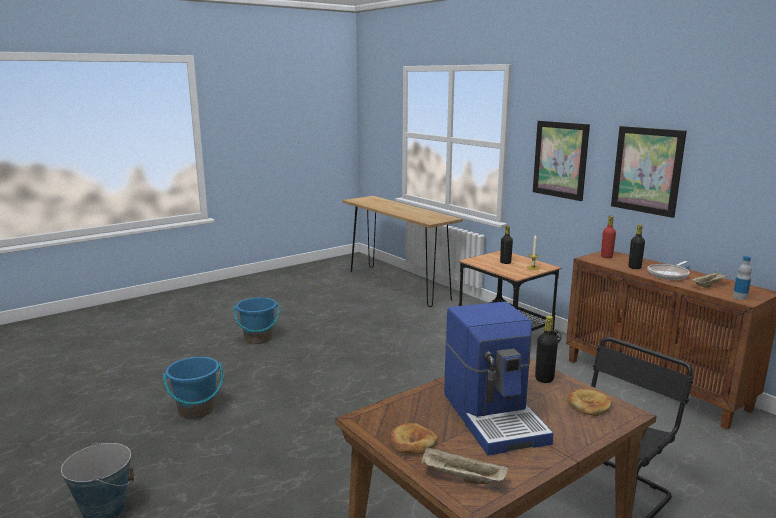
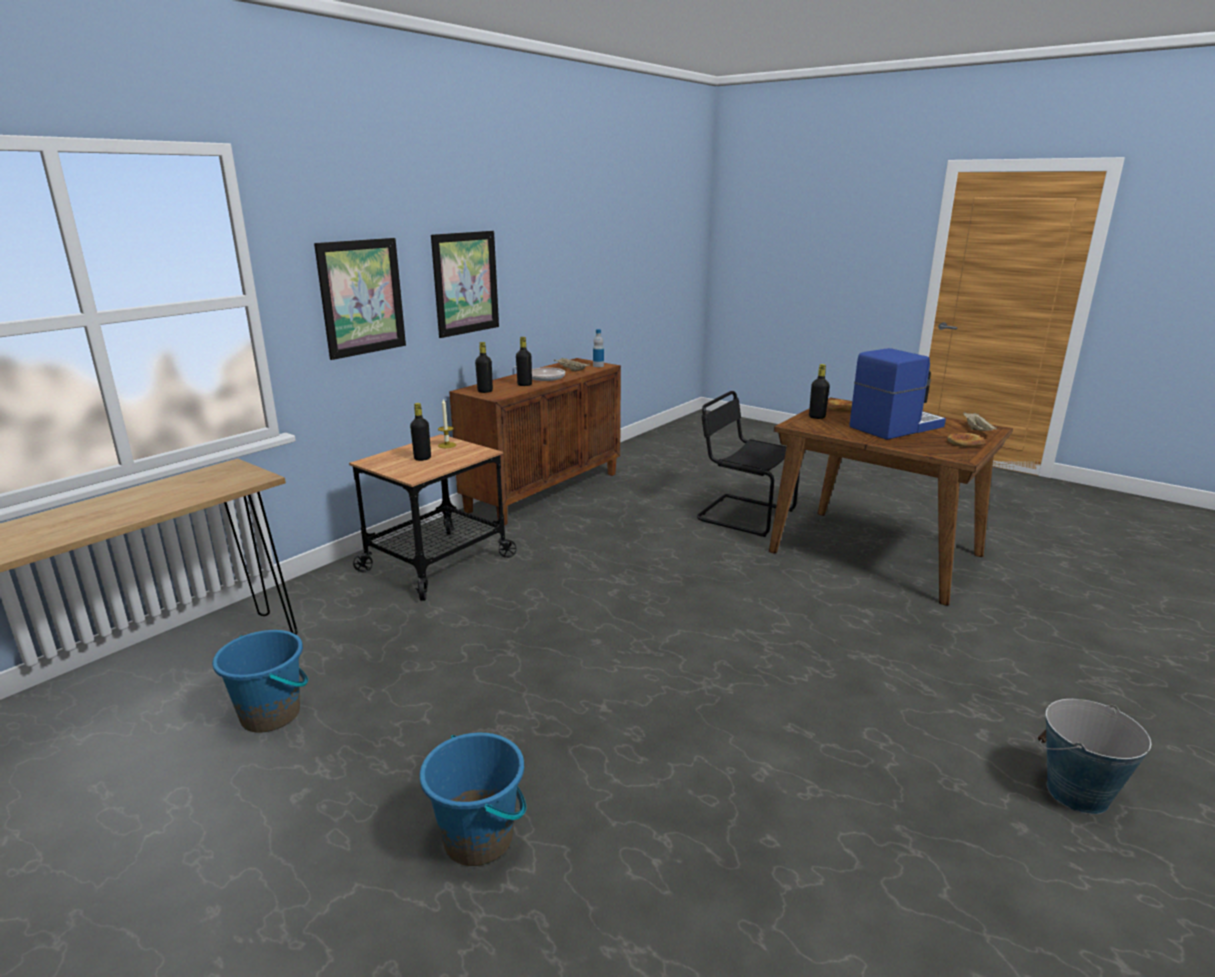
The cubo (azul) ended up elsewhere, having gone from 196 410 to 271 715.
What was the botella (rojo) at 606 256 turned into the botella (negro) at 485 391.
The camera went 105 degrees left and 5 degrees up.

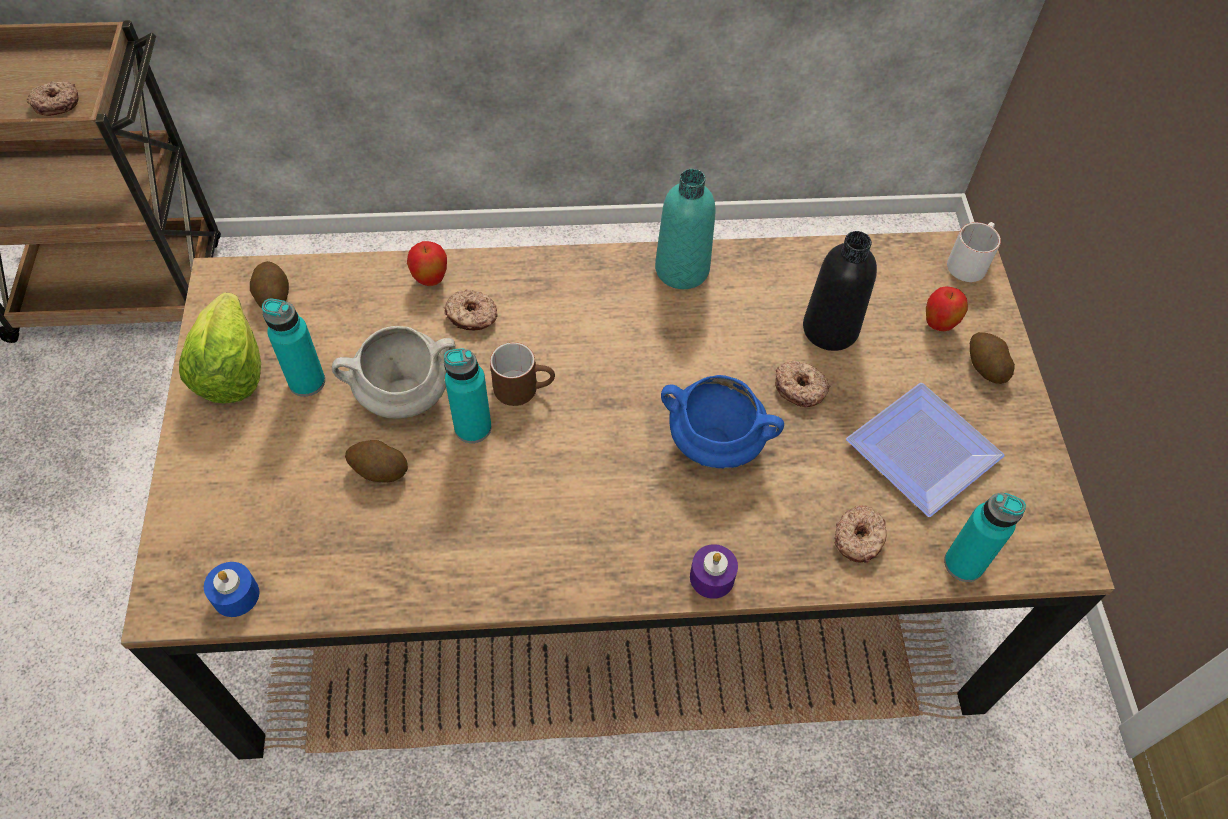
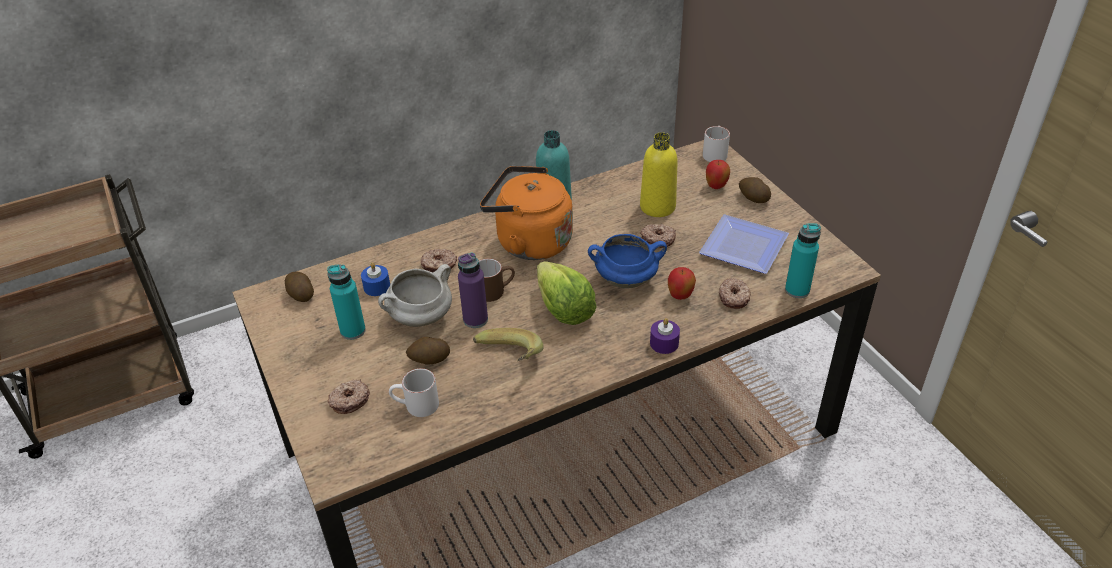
The second view gained the taza grande (blanco) at 415 406.
The second view gained the plátano at 508 360.
The second view gained the hervidor (naranja) at 529 242.
The rosquilla ended up elsewhere, having gone from 56 103 to 349 400.
The lechuga ended up elsewhere, having gone from 231 370 to 563 309.
The vela (azul) ended up elsewhere, having gone from 236 595 to 377 287.
The manzana ended up elsewhere, having gone from 430 280 to 680 296.
What was the botella (turquesa) at 473 427 turned into the botella (morado) at 475 319.
What was the botella (negro) at 830 329 turned into the botella (amarillo) at 657 207.
The camera went 20 degrees left and 15 degrees down.

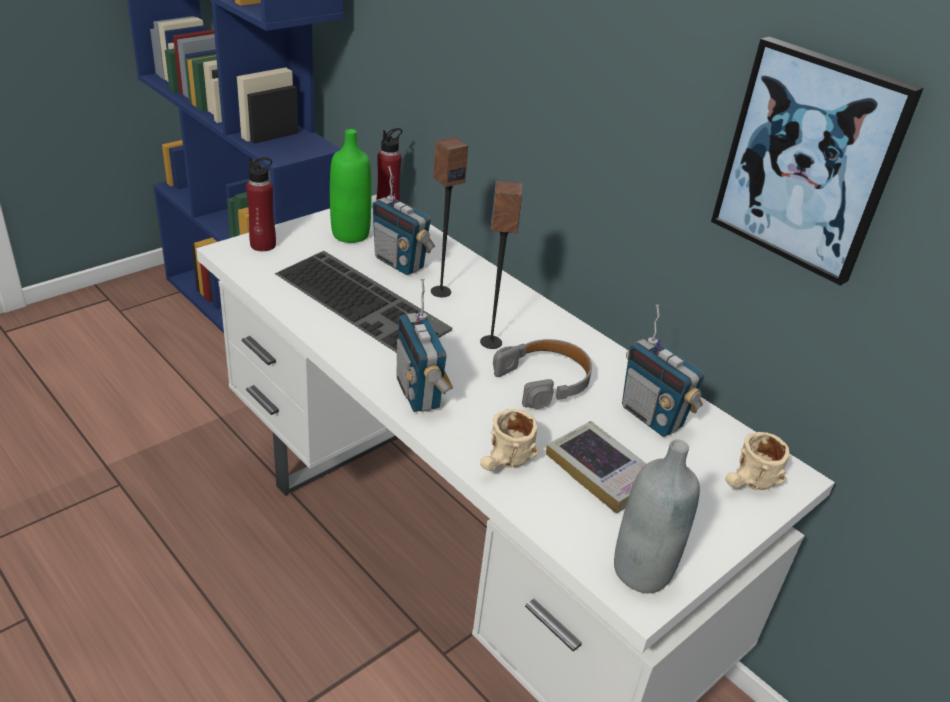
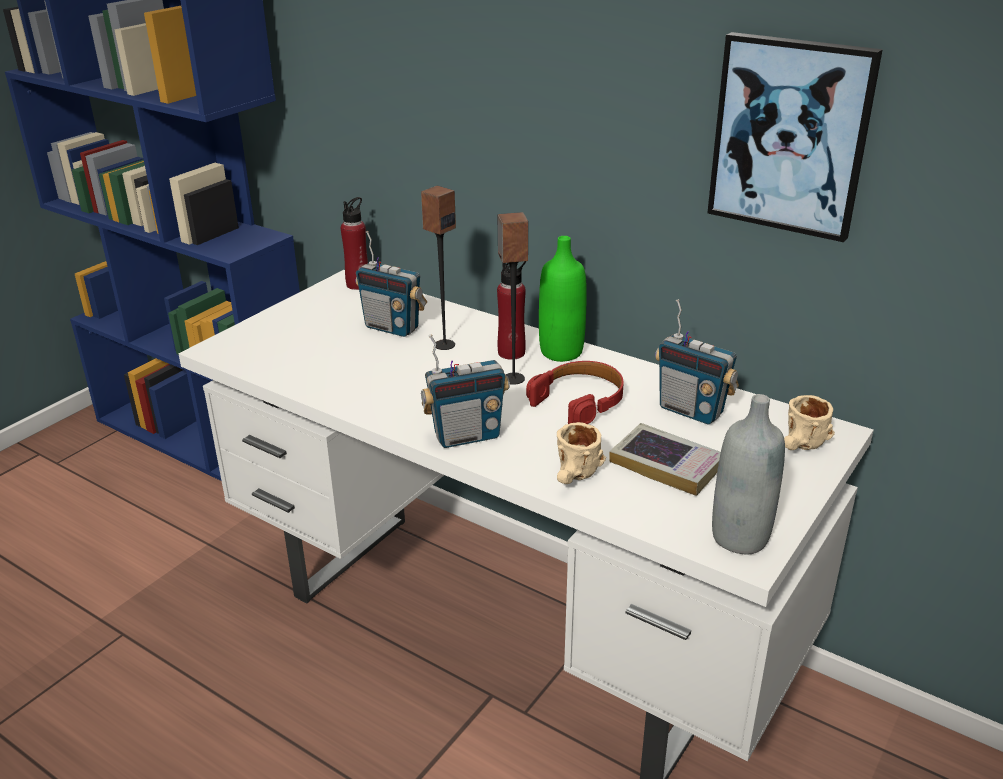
The second view lost the teclado at 364 301.
The botella (rojo) ended up elsewhere, having gone from 263 245 to 511 353.
The botella (verde) ended up elsewhere, having gone from 350 234 to 561 352.
What was the auriculares (gris) at 545 380 turned into the auriculares (rojo) at 579 400.
The radio at 419 393 ended up facing another way, 75 degrees counterclockwise from before.
The camera went 10 degrees left and 5 degrees down.

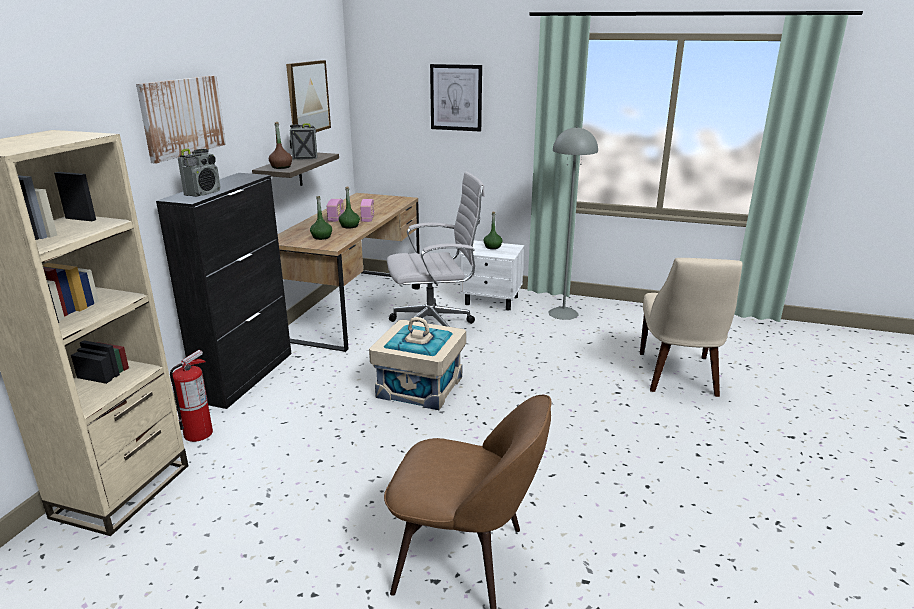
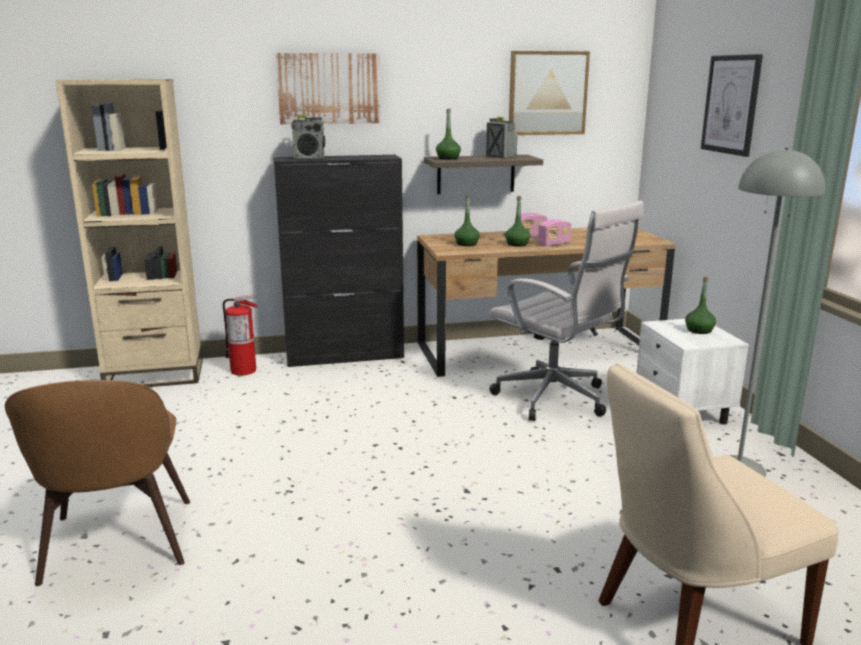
The second view lost the caja de almacenaje (beis) at 420 386.
What was the botella (marrón) at 281 167 turned into the botella (verde) at 448 158.
The camera went 60 degrees right and 5 degrees down.

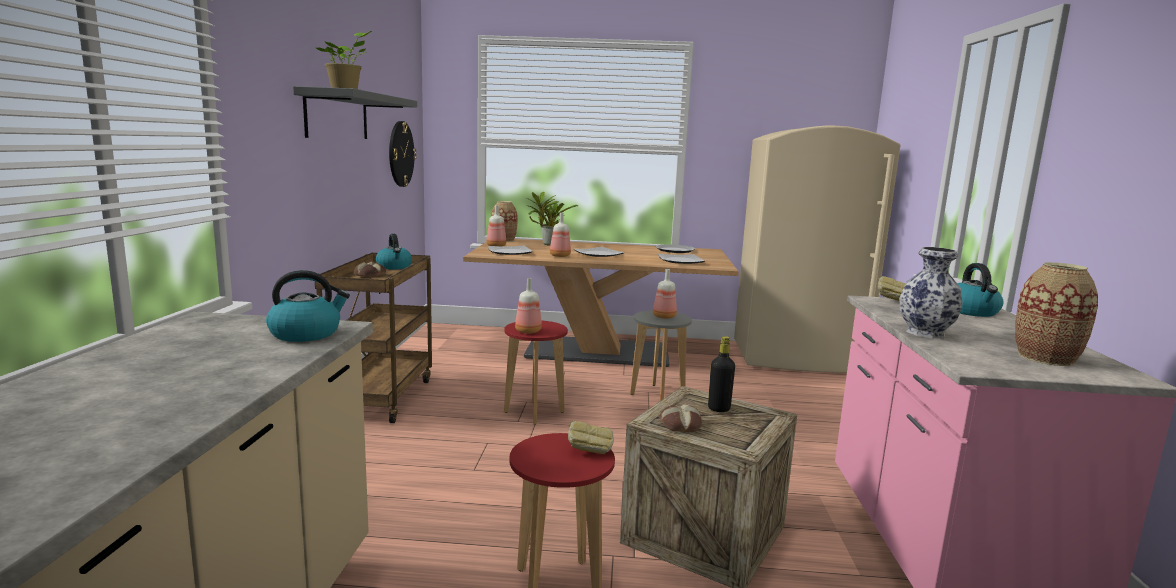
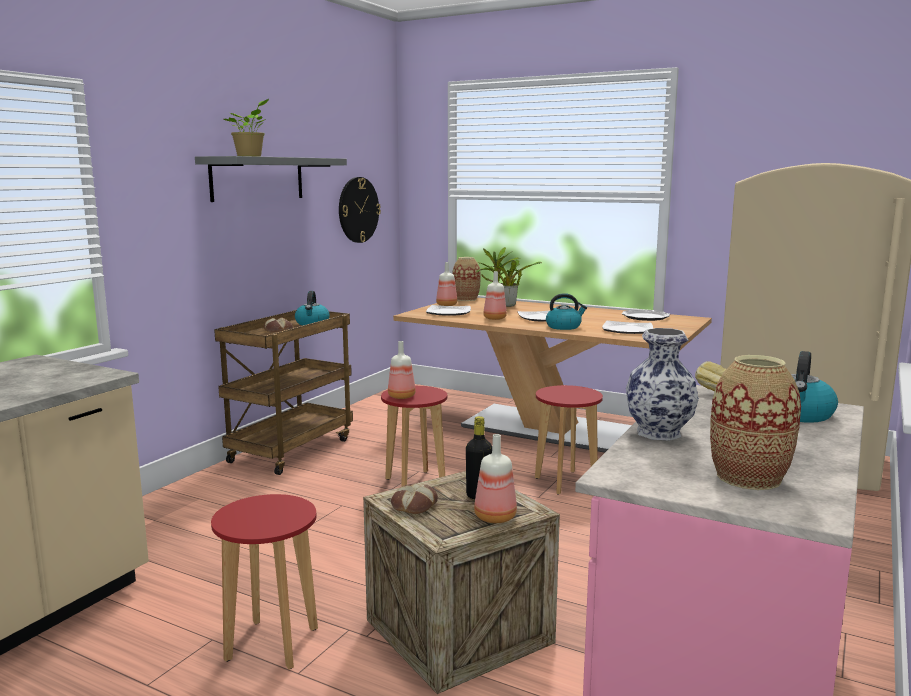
The second view lost the pan at 589 451.
The hervidor ended up elsewhere, having gone from 306 333 to 564 327.
The botella ended up elsewhere, having gone from 663 317 to 493 517.
What was the taburete (gris) at 657 395 turned into the taburete (rojo) at 565 482.
The camera went 25 degrees right and 0 degrees up.

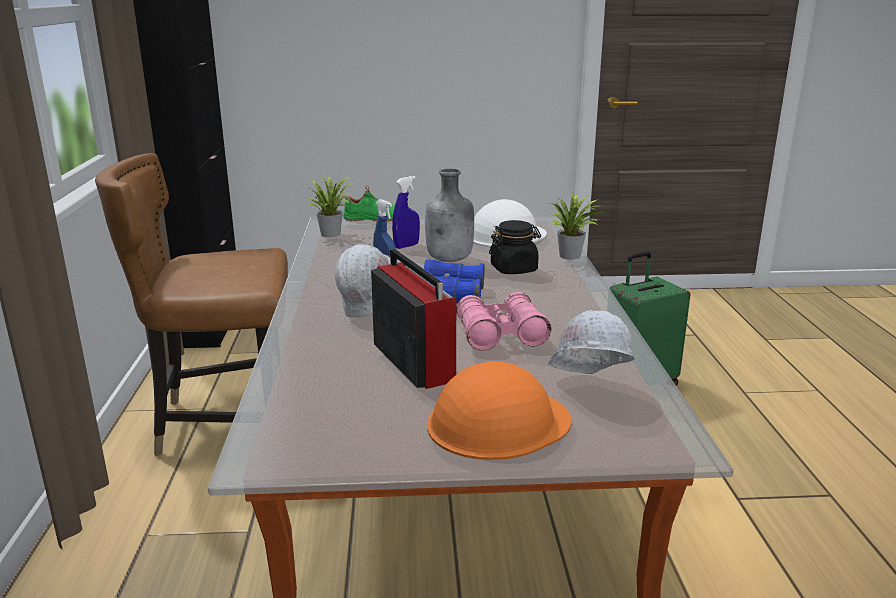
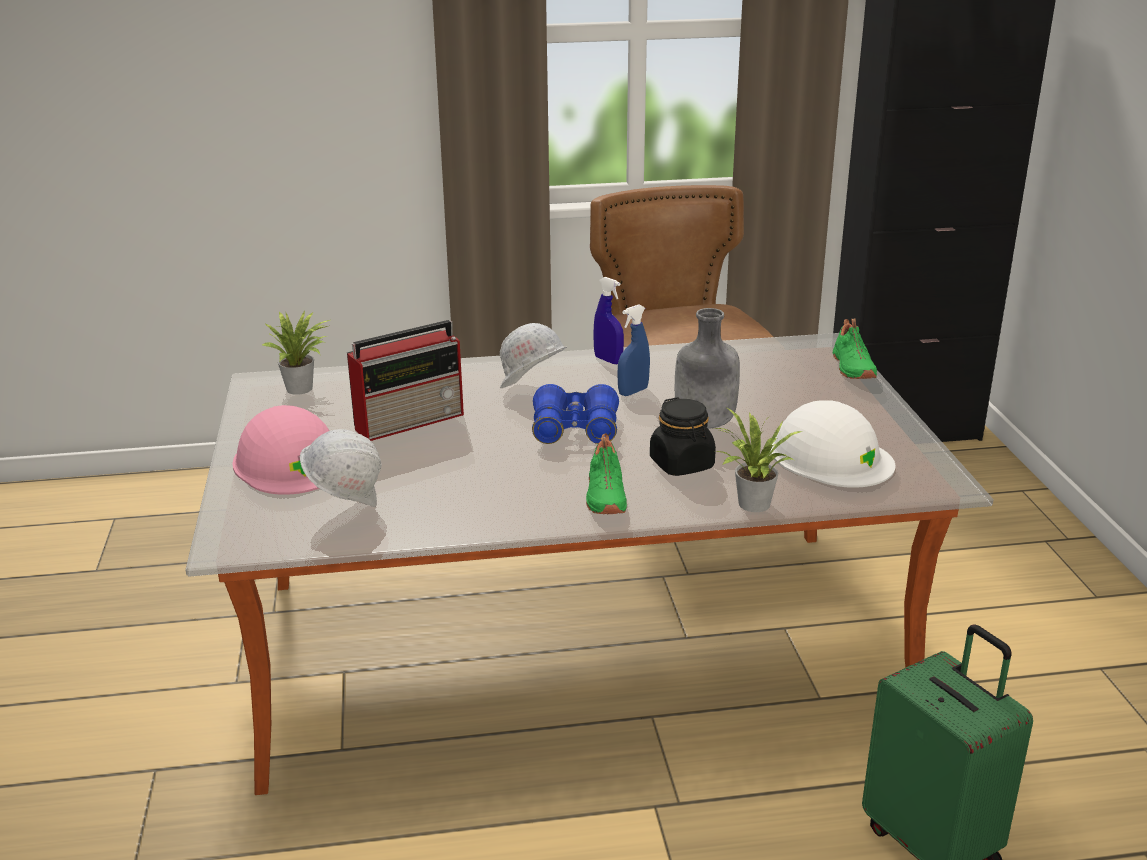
The second view lost the prismáticos (rosa) at 501 335.
The second view gained the zapato (verde) at 604 496.
The planta en maceta ended up elsewhere, having gone from 331 233 to 303 389.
The pulverizador (azul) ended up elsewhere, having gone from 406 246 to 608 360.
What was the casco (naranja) at 497 422 turned into the casco (rosa) at 289 462.
The camera went 85 degrees right and 5 degrees up.

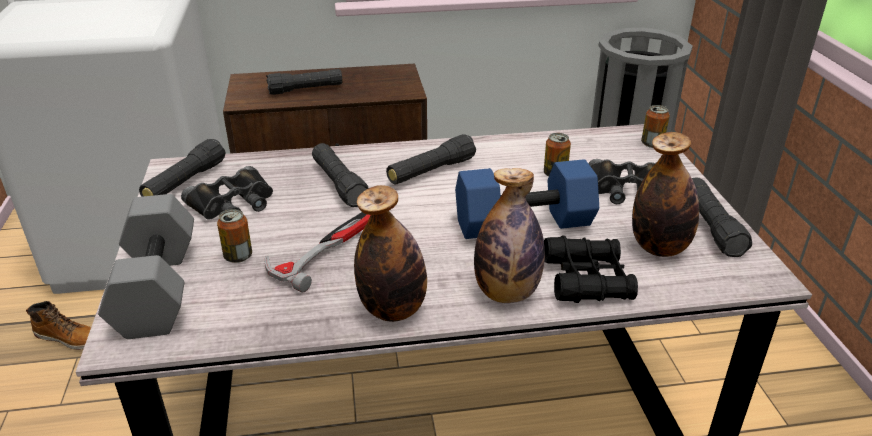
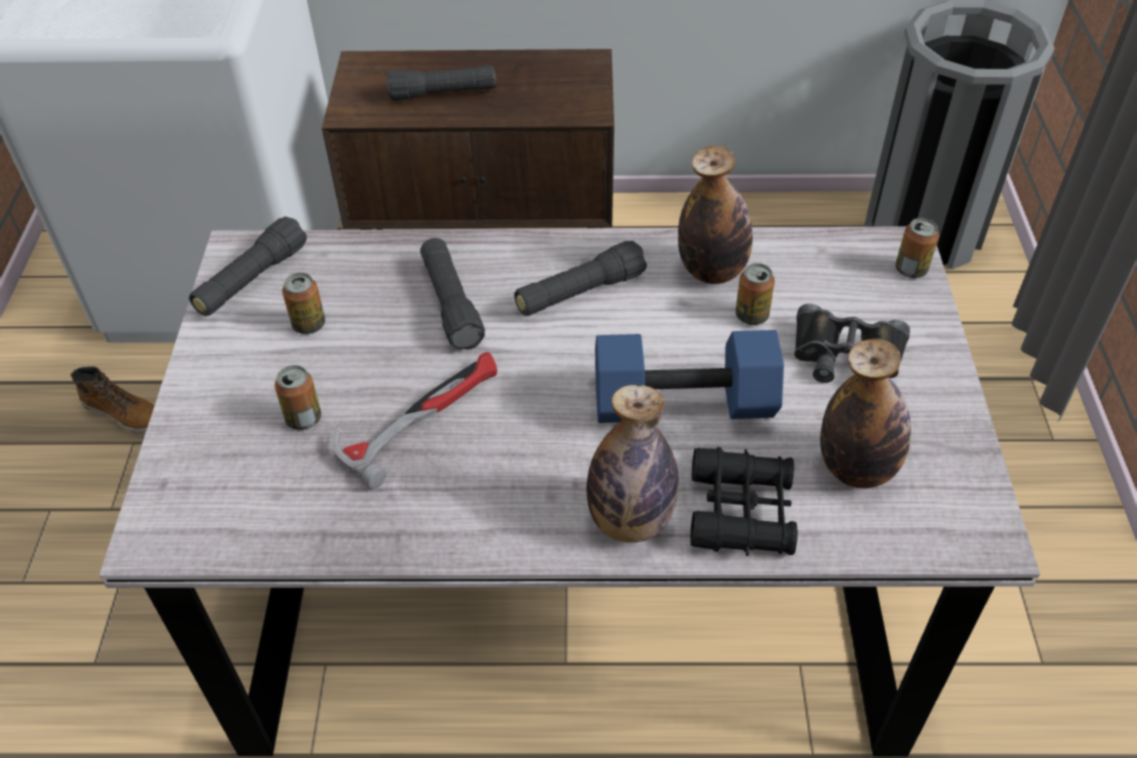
The second view lost the mancuerna (gris) at 155 288.
The second view lost the linterna (negro) at 711 226.
The botella ended up elsewhere, having gone from 393 309 to 712 271.
Where the prismáticos (negro) stood at 233 203, the lata came to stand at 309 324.
The camera went 10 degrees right and 15 degrees up.

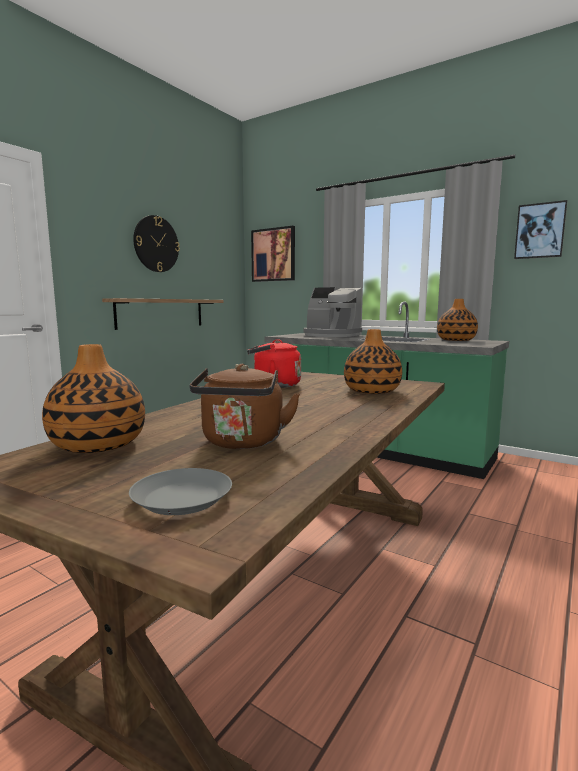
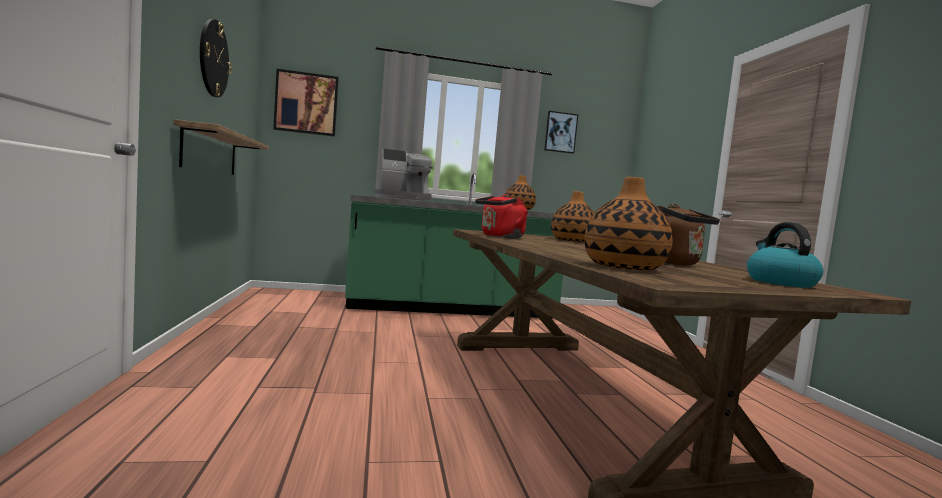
Where the plato (gris) stood at 181 499, the hervidor came to stand at 779 282.
The camera went 45 degrees left and 5 degrees down.

